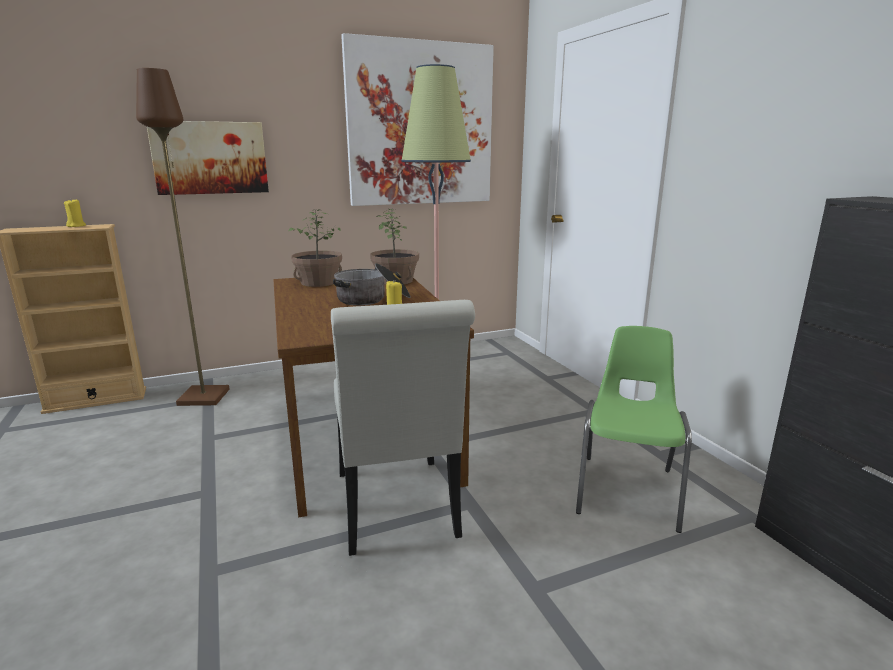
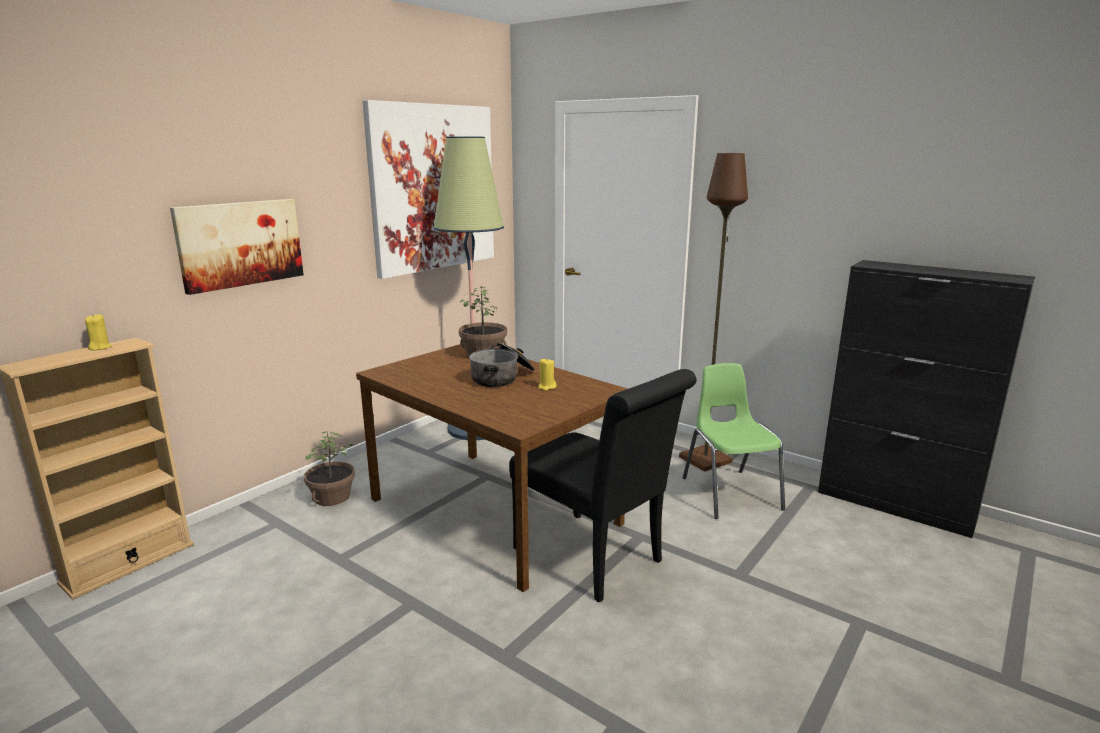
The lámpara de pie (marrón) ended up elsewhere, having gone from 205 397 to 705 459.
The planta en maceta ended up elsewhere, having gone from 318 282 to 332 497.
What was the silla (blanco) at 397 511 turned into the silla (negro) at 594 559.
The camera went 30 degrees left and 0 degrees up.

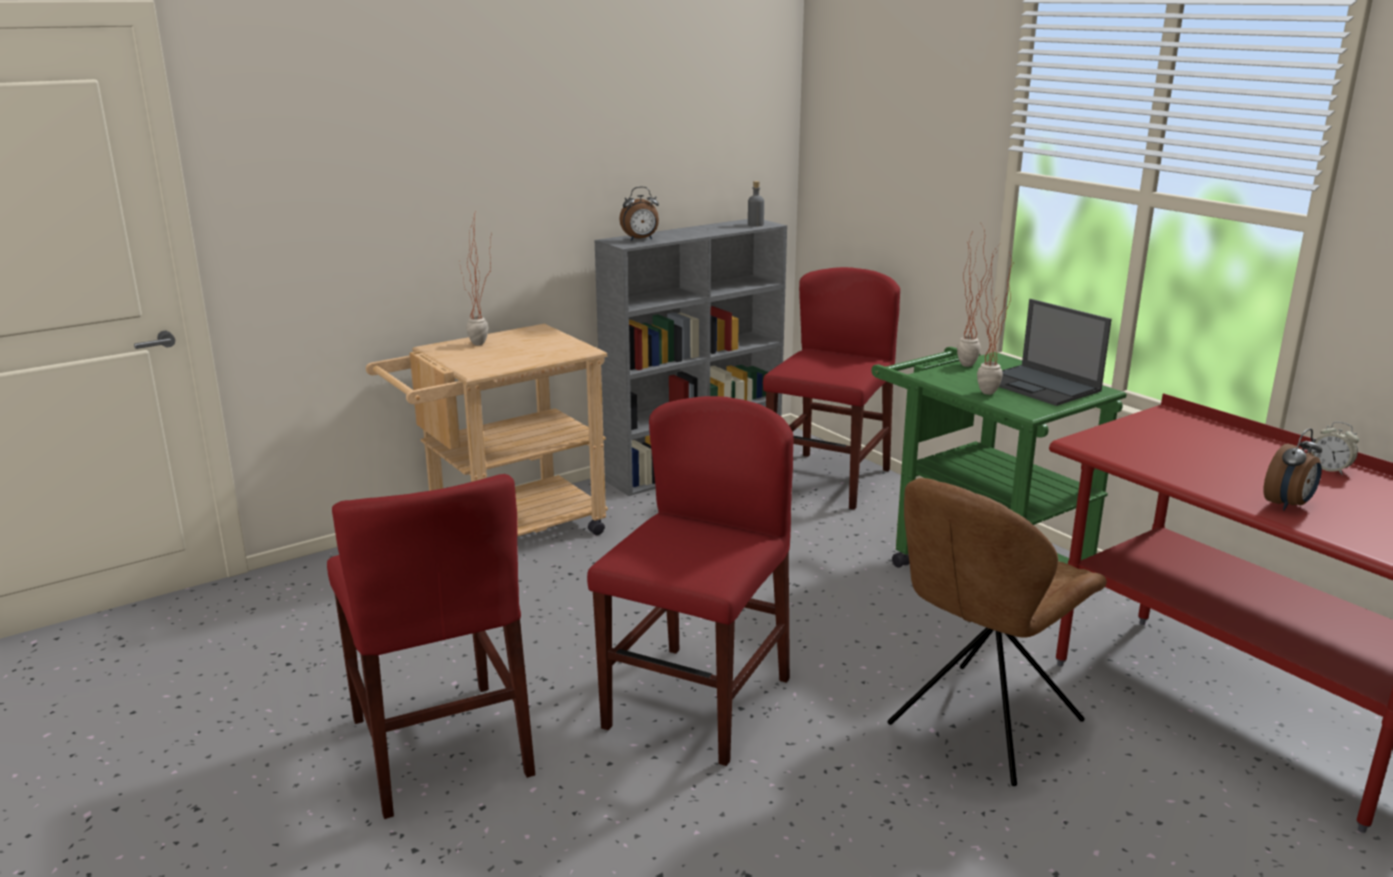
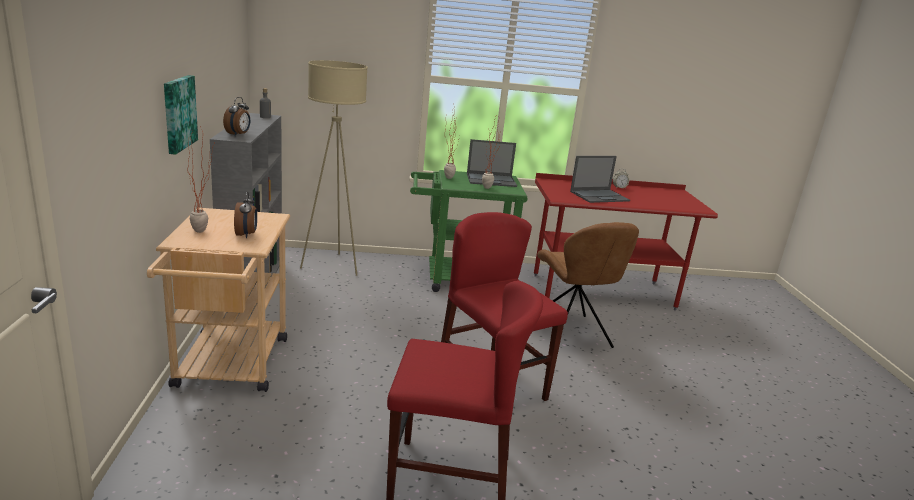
The second view gained the cuadro at 178 113.
The second view gained the portátil at 600 196.
The despertador ended up elsewhere, having gone from 1288 505 to 246 235.
Where the silla (rojo) stood at 828 480, the lámpara de pie (beis) came to stand at 332 266.
The camera went 60 degrees left and 0 degrees up.

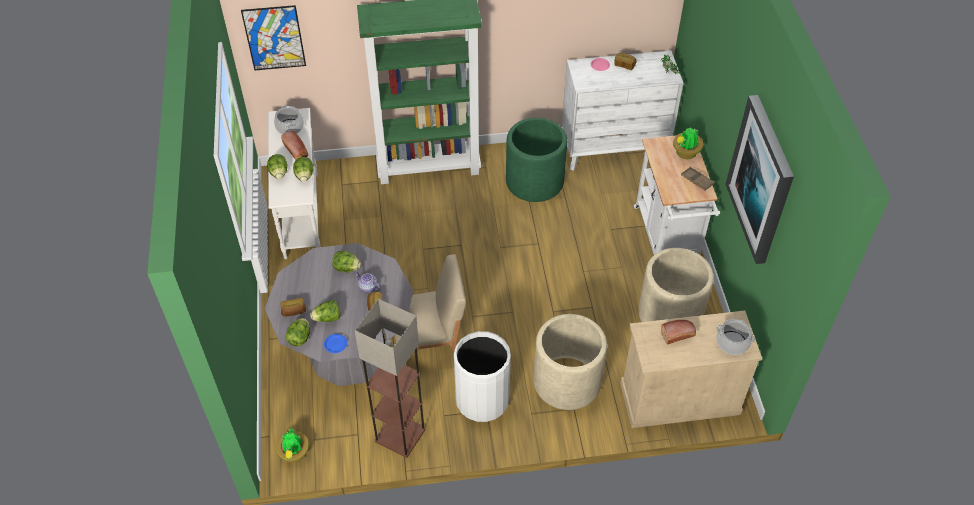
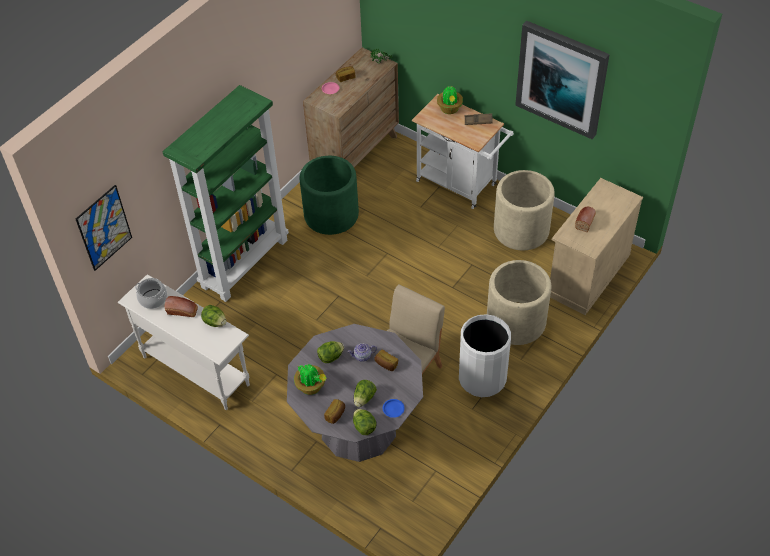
The second view lost the lechuga at 279 173.
The second view lost the lámpara de pie at 399 435.
The second view lost the olla at 732 343.
The planta en maceta ended up elsewhere, having gone from 294 454 to 311 387.
What was the cómoda (blanco) at 614 149 turned into the cómoda (marrón) at 355 154.
The camera went 45 degrees left and 0 degrees up.

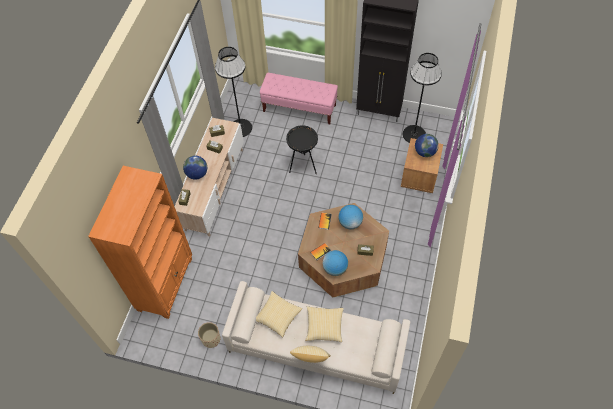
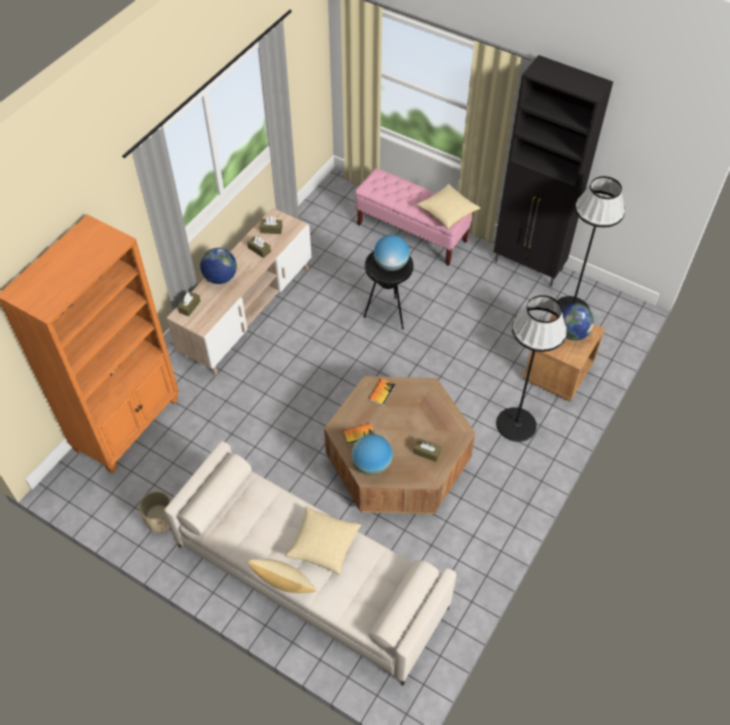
The lámpara de pie (negro) ended up elsewhere, having gone from 240 128 to 516 424.
The cojín ended up elsewhere, having gone from 277 316 to 447 213.
The globo terráqueo ended up elsewhere, having gone from 350 223 to 391 265.
The camera went 15 degrees right and 5 degrees down.

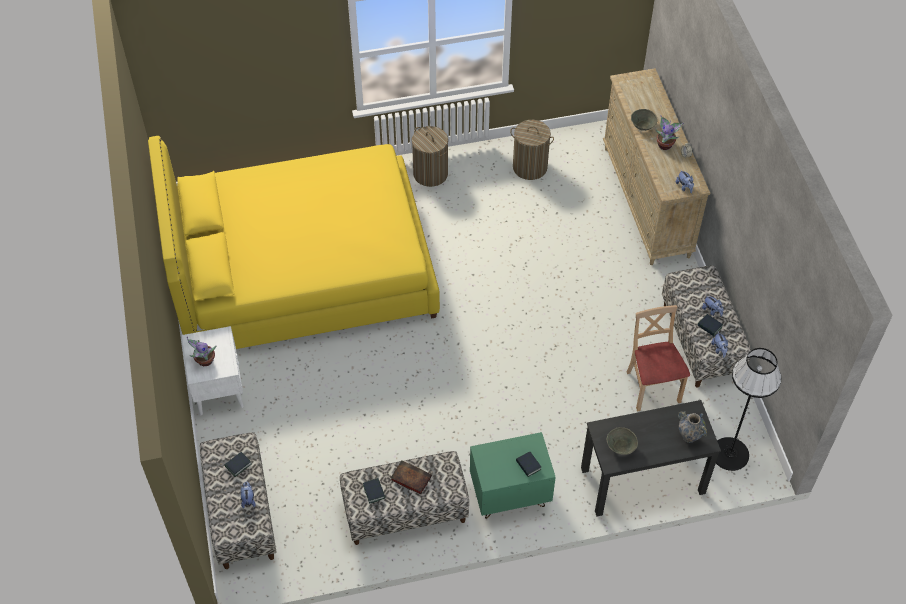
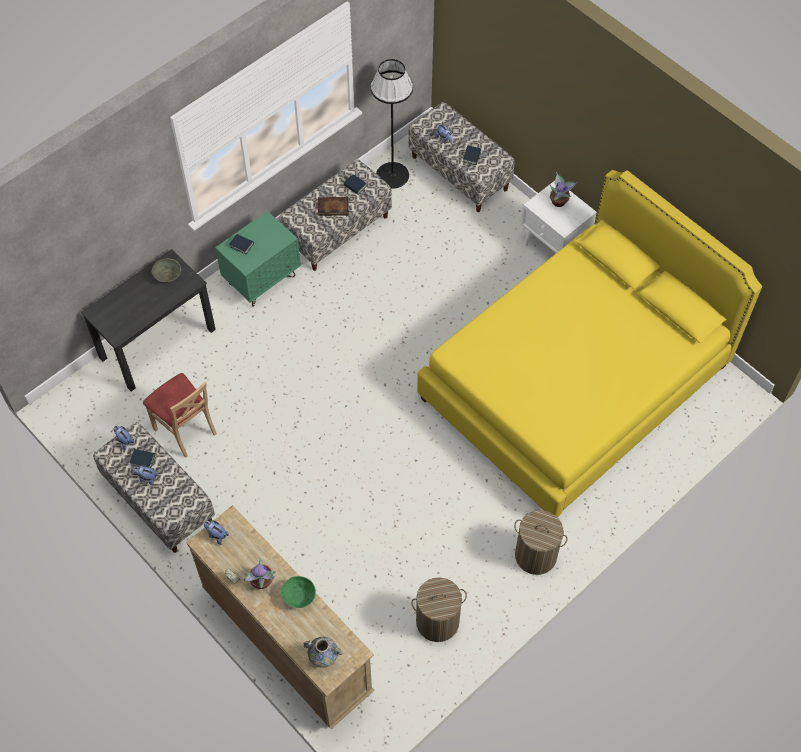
The florero ended up elsewhere, having gone from 689 437 to 324 659.
The lámpara de pie (negro) ended up elsewhere, having gone from 730 453 to 392 175.
What was the cuenco (gris) at 643 125 turned into the cuenco (verde) at 299 597.
The camera went 150 degrees right and 5 degrees up.

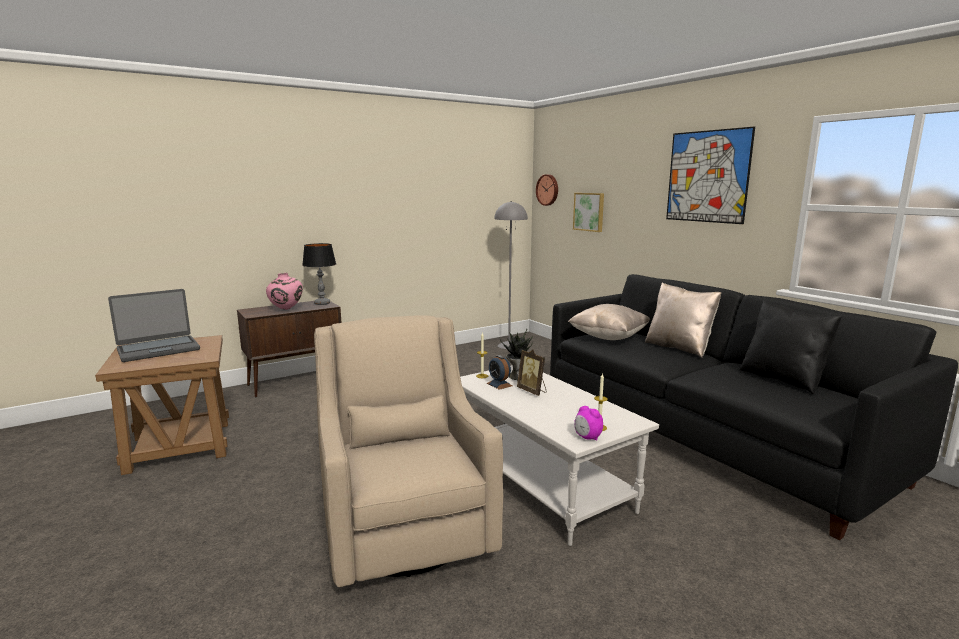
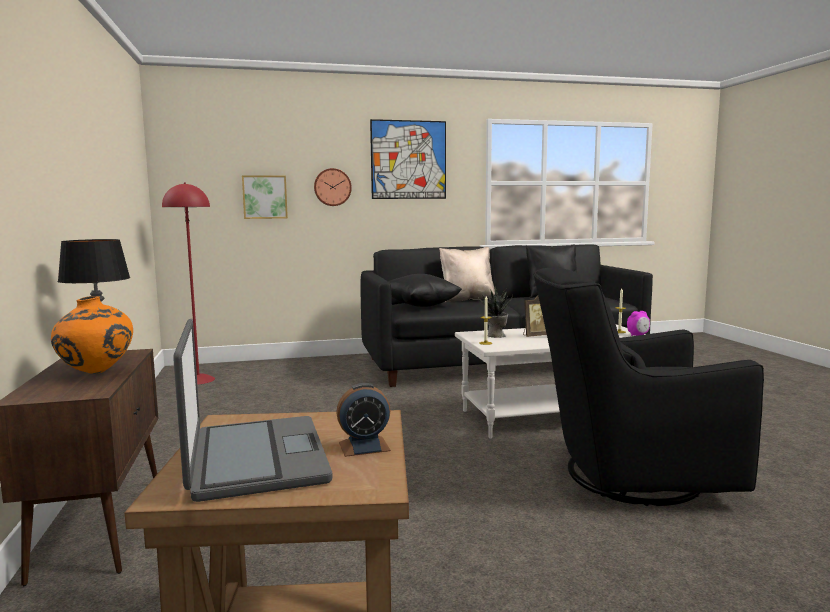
The despertador ended up elsewhere, having gone from 499 384 to 364 446.
The reloj de pared ended up elsewhere, having gone from 548 190 to 332 187.
What was the florero (rosa) at 286 309 turned into the florero (naranja) at 97 373.
What was the sillón (beis) at 404 529 turned into the sillón (negro) at 626 475.
What was the lámpara de pie (gris) at 509 345 turned into the lámpara de pie (rojo) at 198 380.
What was the cojín (beis) at 608 337 turned into the cojín (negro) at 420 306.
The camera went 70 degrees left and 5 degrees down.

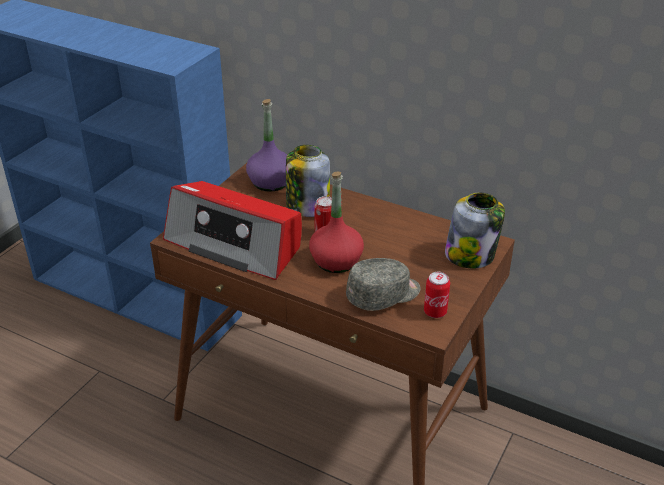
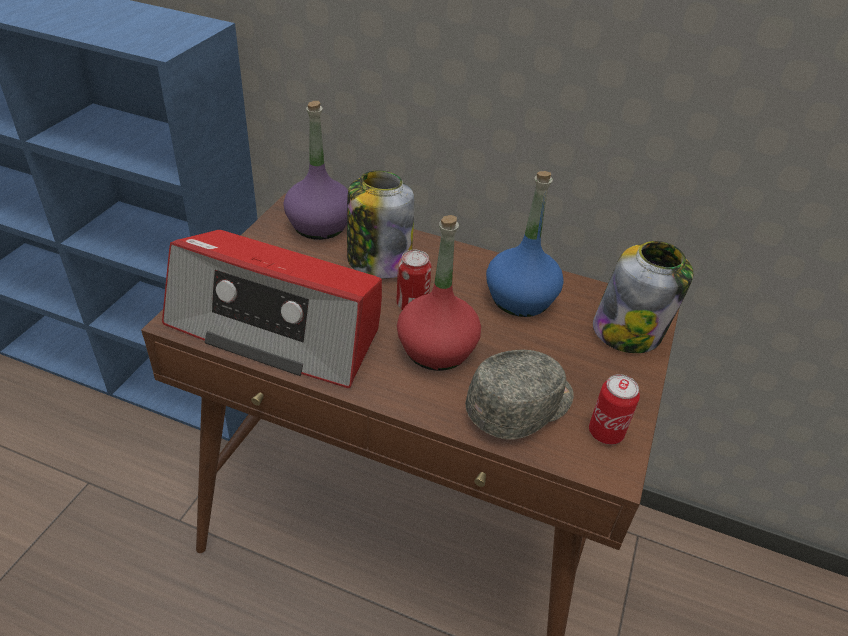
The second view gained the botella (azul) at 520 299.
The camera went 10 degrees left and 5 degrees up.

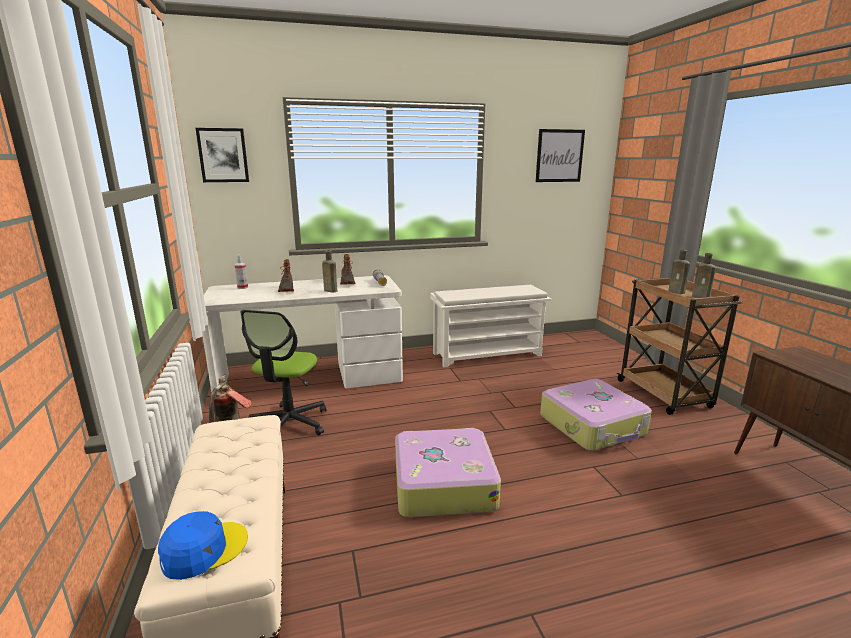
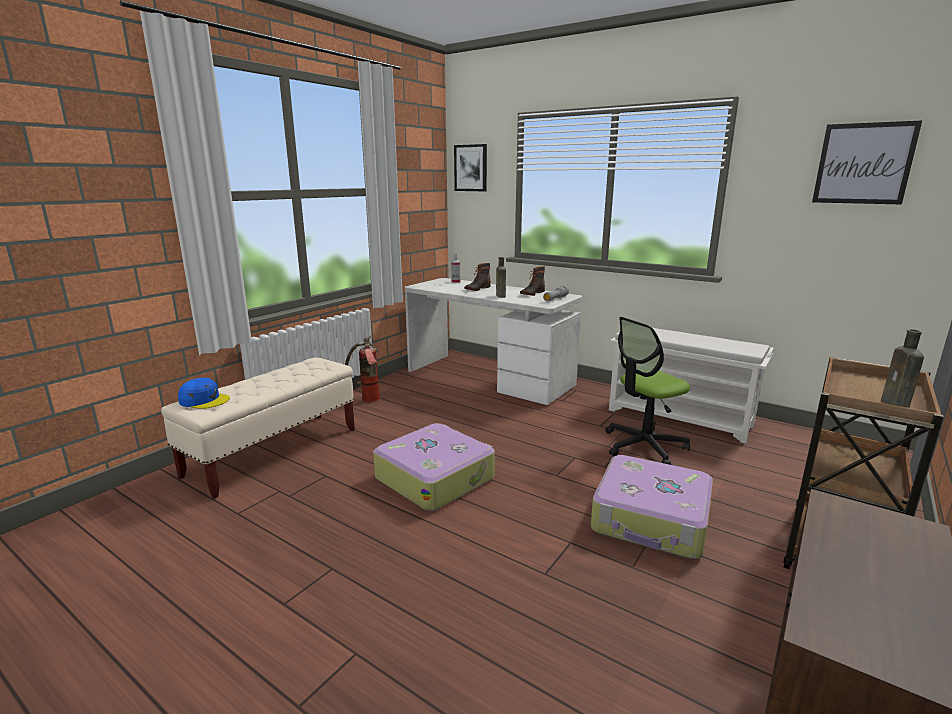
The second view lost the botella (marrón) at 677 292.
The silla de oficina ended up elsewhere, having gone from 289 423 to 643 446.
The camera went 50 degrees right and 0 degrees up.

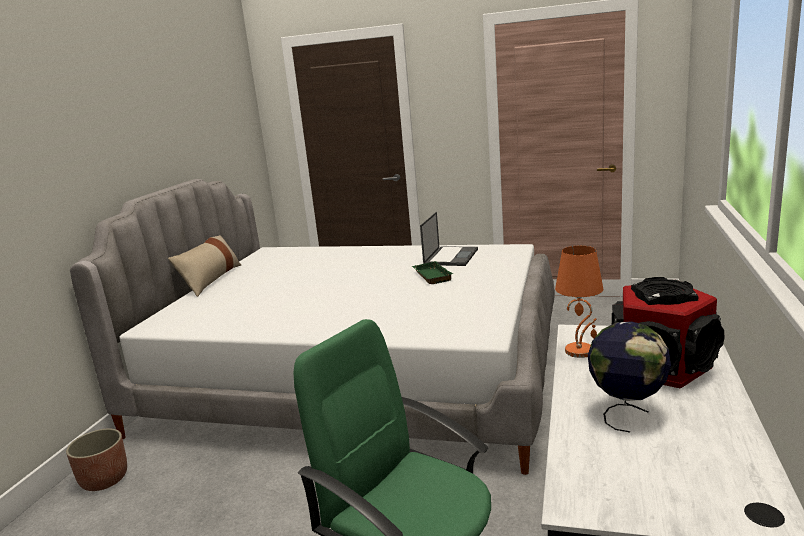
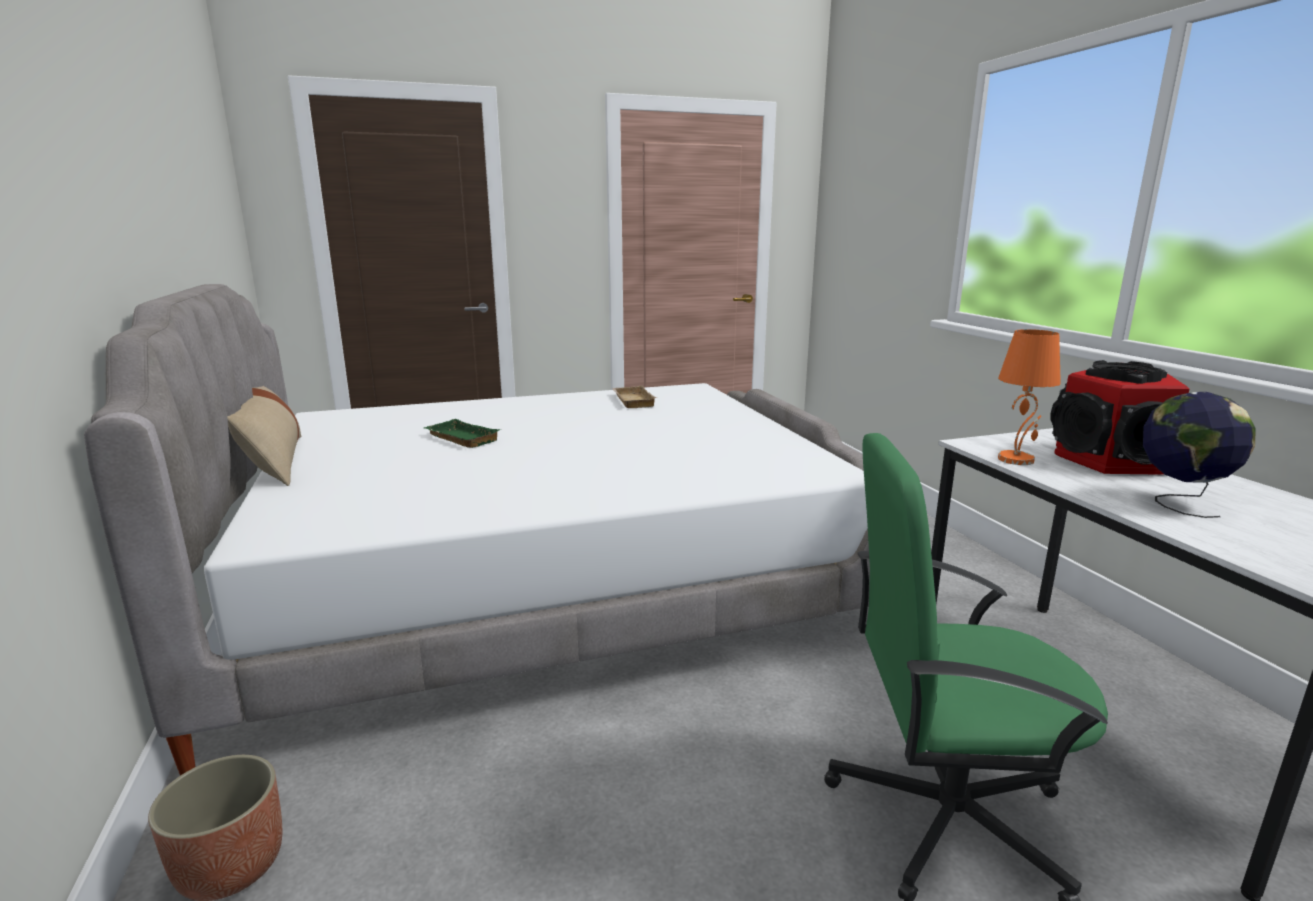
The bandeja (verde) ended up elsewhere, having gone from 430 276 to 460 439.
Where the portátil stood at 451 256, the bandeja (beis) came to stand at 631 401.
The camera went 35 degrees left and 0 degrees up.

